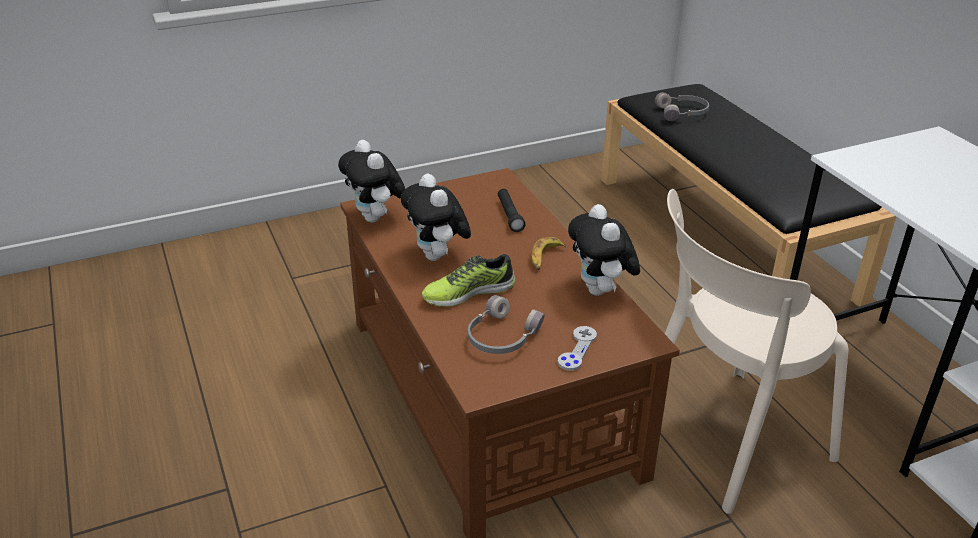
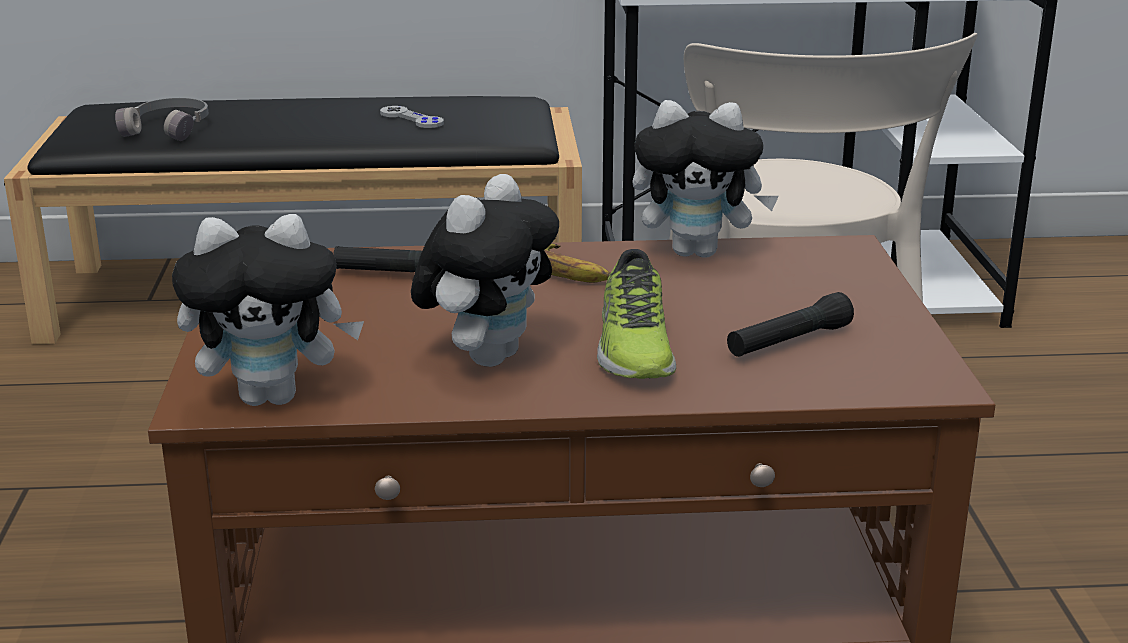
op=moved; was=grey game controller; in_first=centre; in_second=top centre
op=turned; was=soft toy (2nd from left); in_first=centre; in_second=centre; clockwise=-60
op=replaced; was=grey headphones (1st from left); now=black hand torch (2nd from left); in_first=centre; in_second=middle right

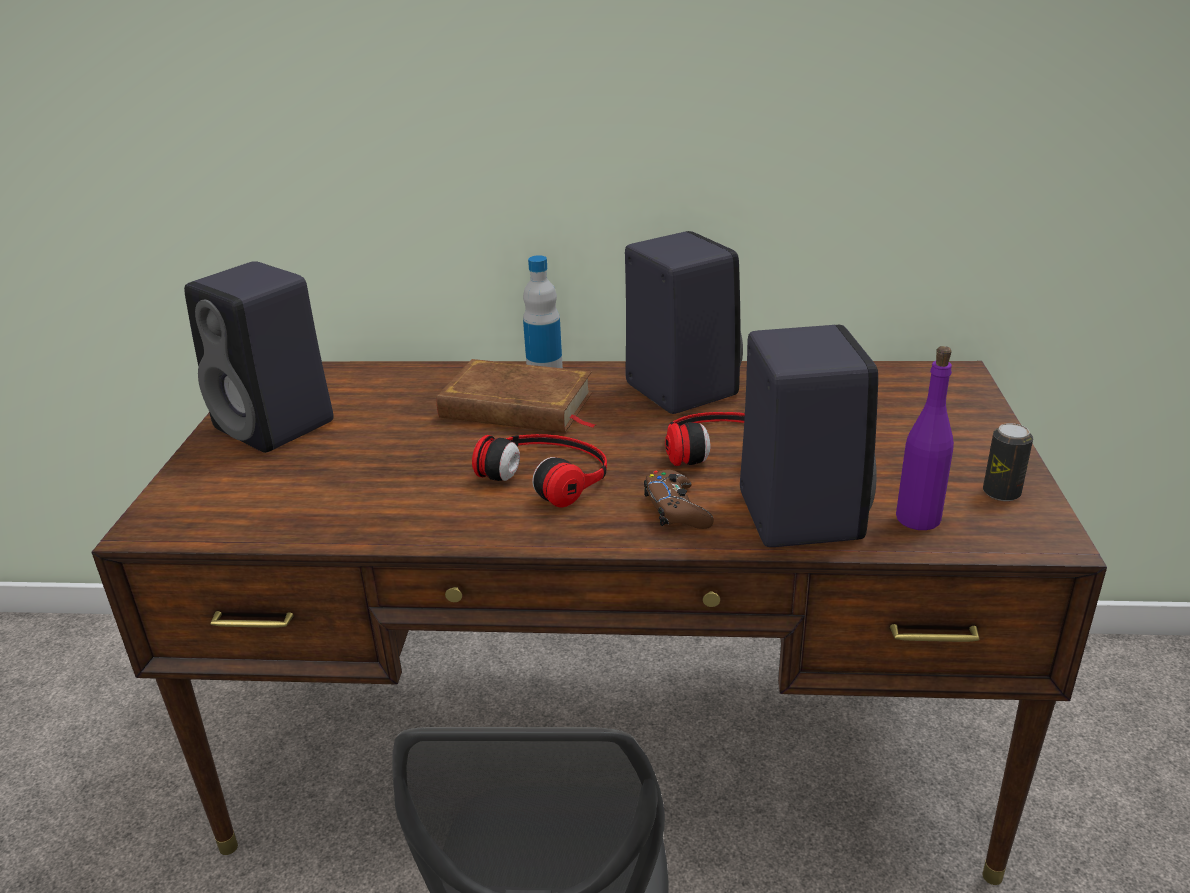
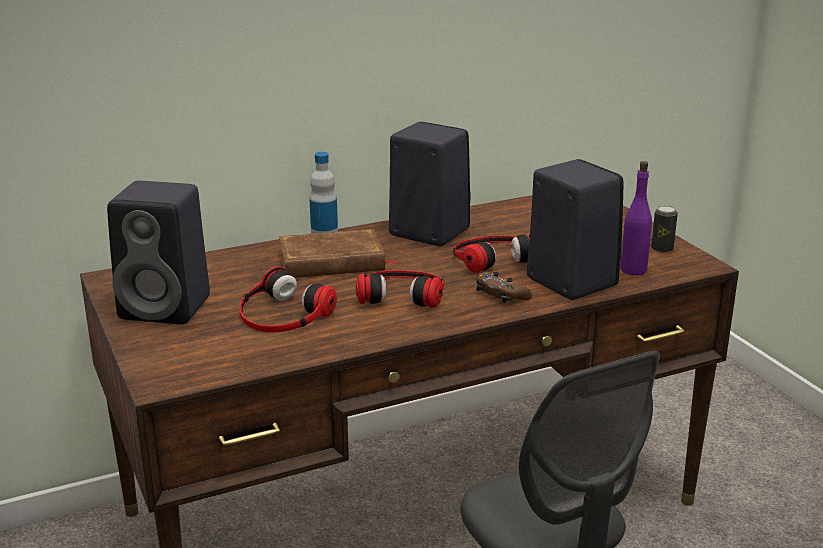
op=added; now=headphones (1st from left); in_second=centre

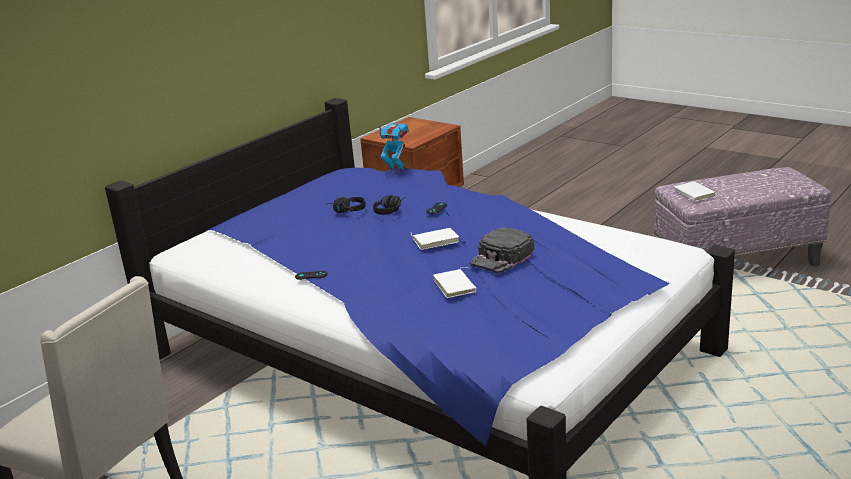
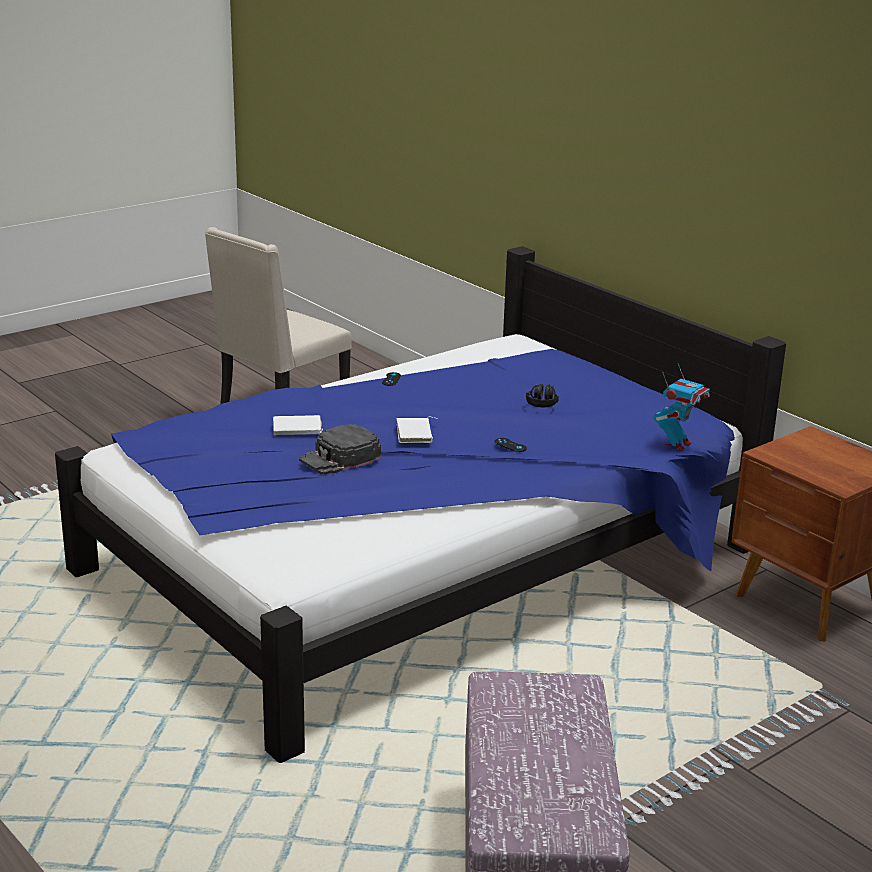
op=turned; was=black baseball cap; in_first=centre; in_second=centre; clockwise=-90
op=removed; was=black headphones (2nd from left); in_first=centre
op=removed; was=white-coloured book (3rd from left); in_first=middle right

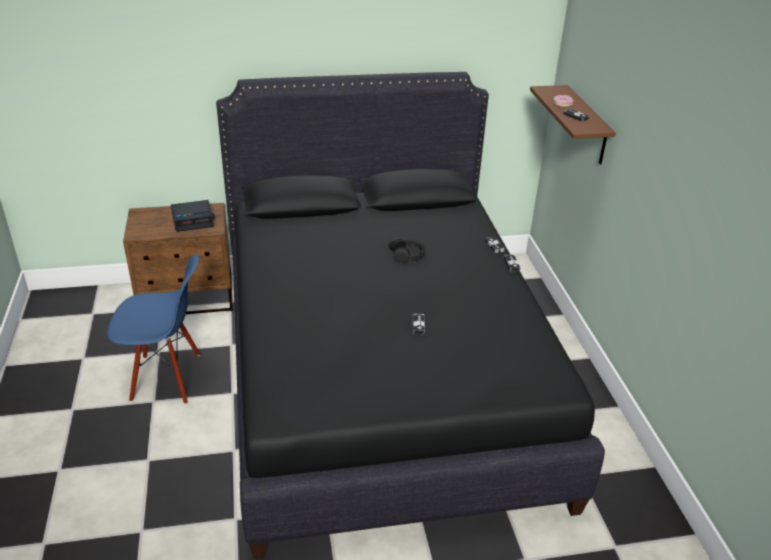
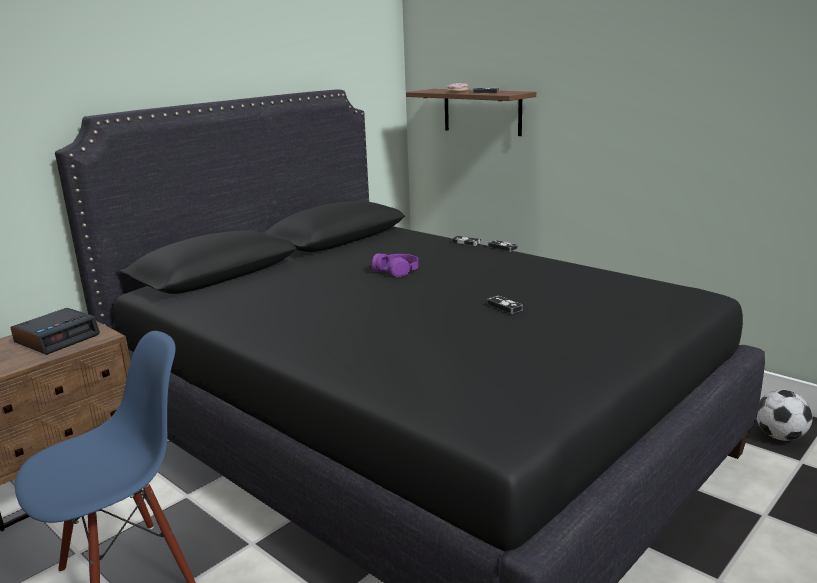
op=recoloured; was=black headphones; now=purple-coloured headphones; in_first=centre; in_second=centre
op=added; now=ball for football; in_second=bottom right

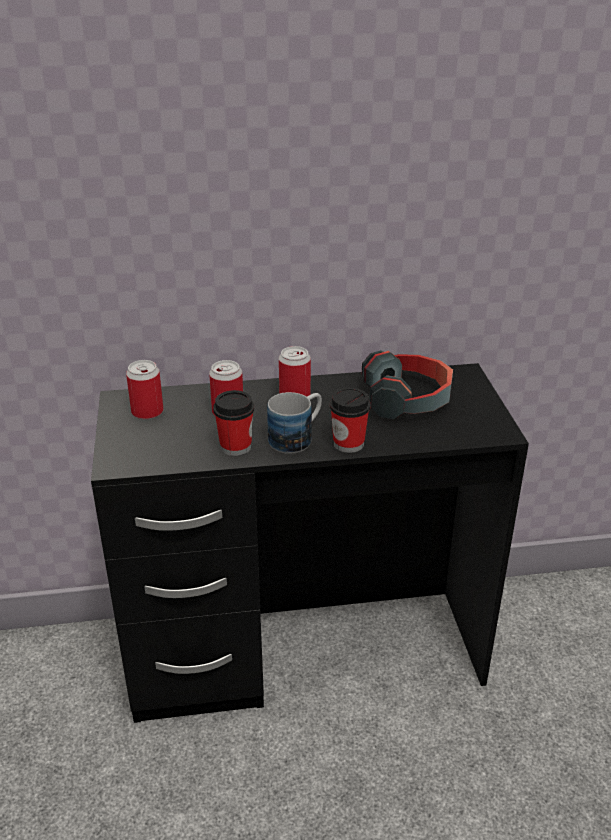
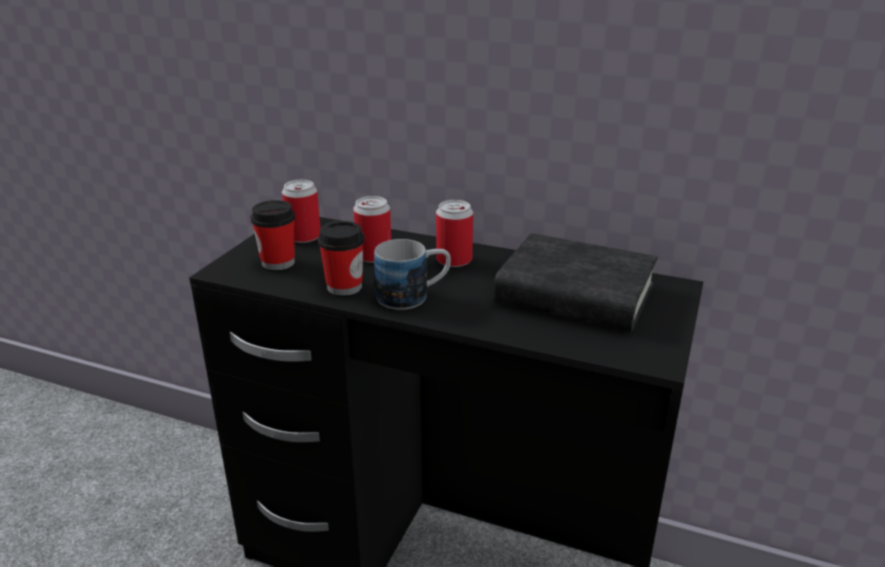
op=moved; was=drinking cup (2nd from left in the first image); now=drinking cup (1st from left); in_first=centre; in_second=middle left
op=replaced; was=headphones; now=black book; in_first=centre; in_second=centre

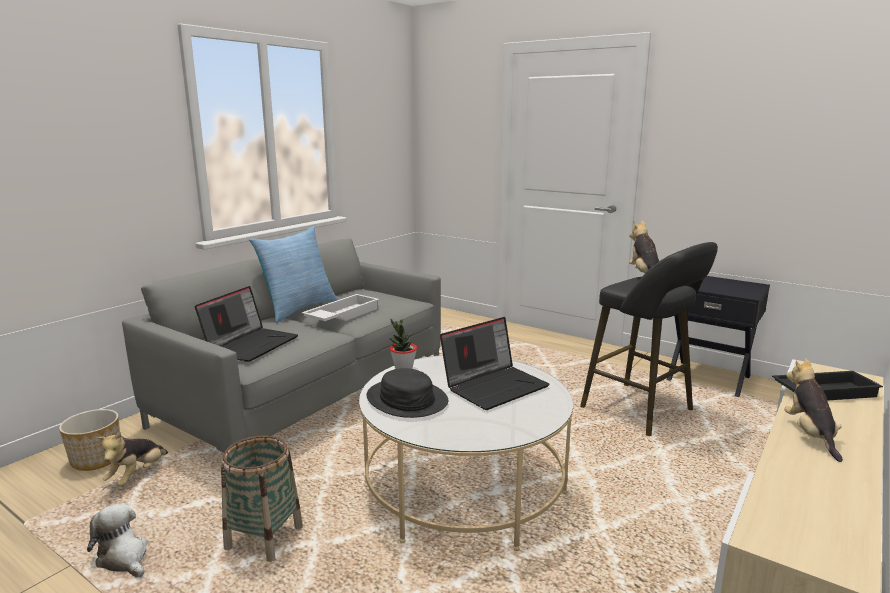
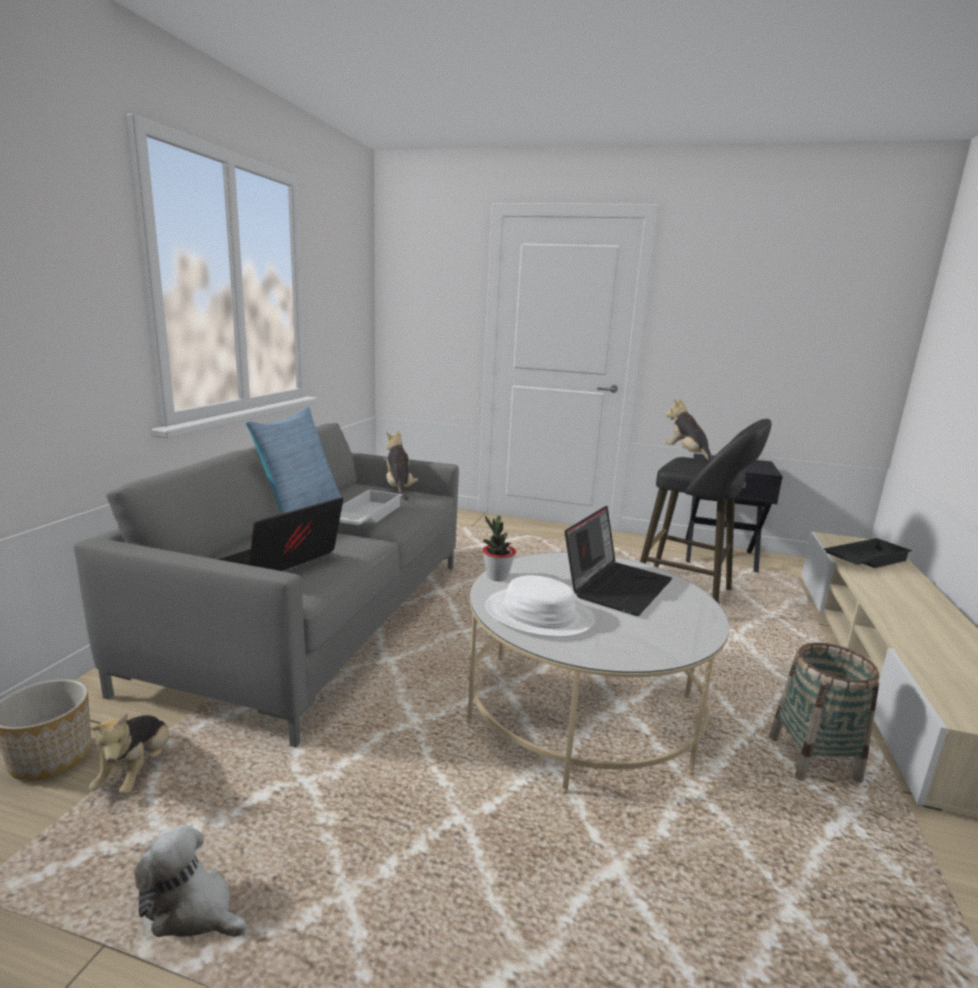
op=turned; was=notebook computer (1st from left); in_first=middle left; in_second=middle left; clockwise=-150
op=moved; was=soft toy (4th from left in the first image); now=soft toy (3rd from left); in_first=bottom right; in_second=centre
op=recoloured; was=black wearable hat; now=white-coloured wearable hat; in_first=centre; in_second=centre
op=moved; was=basket; in_first=bottom left; in_second=bottom right

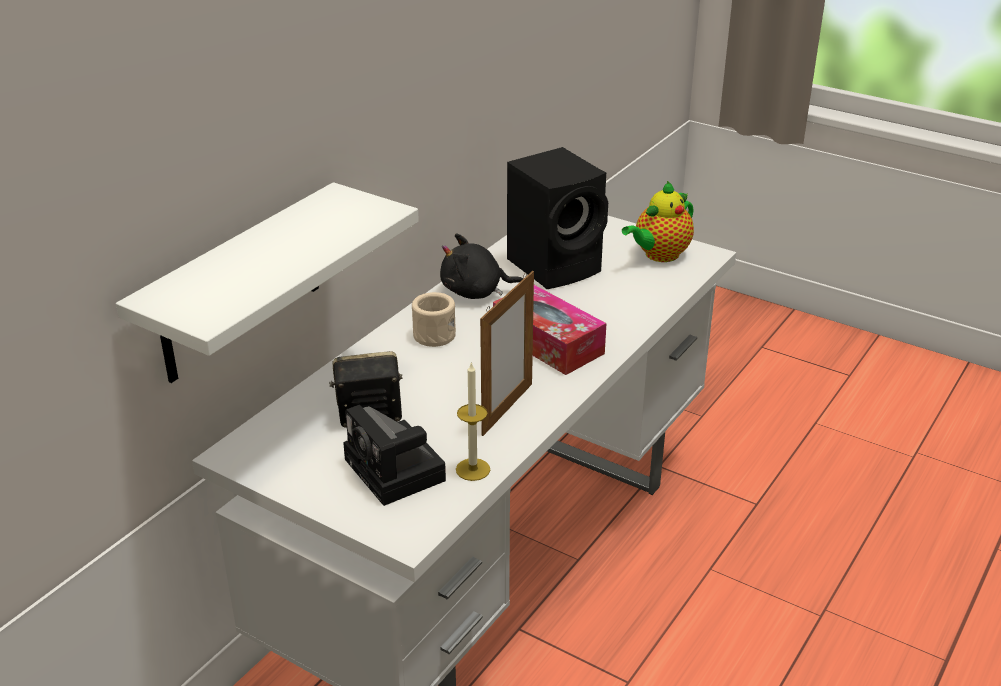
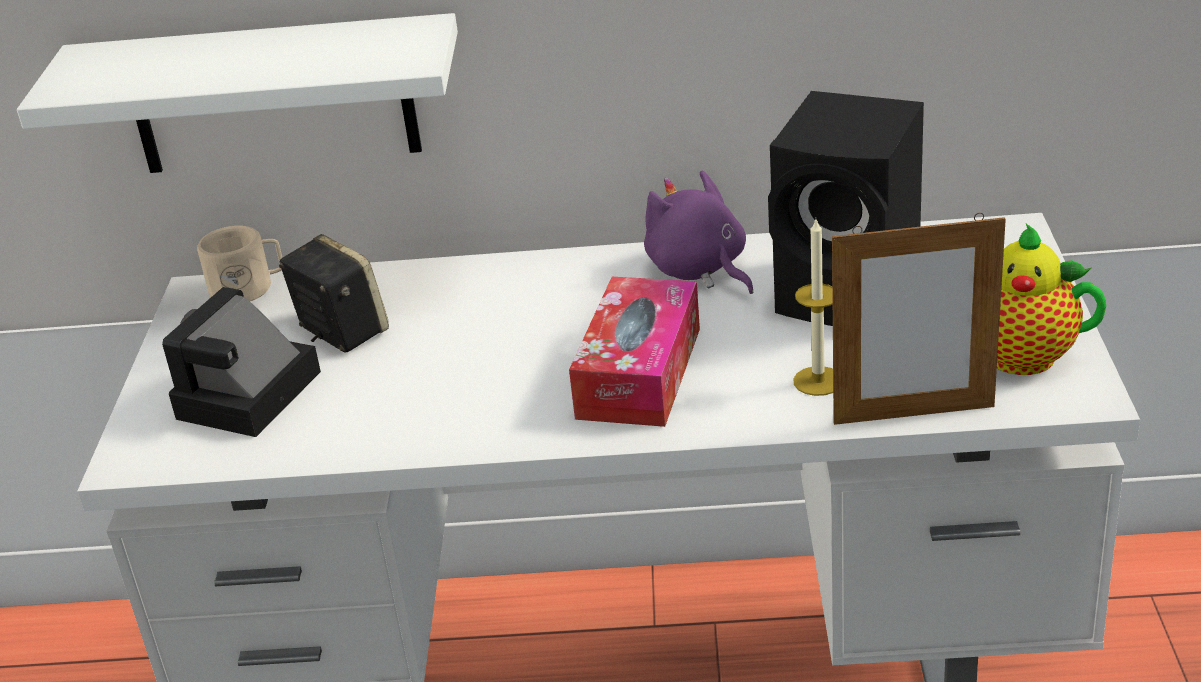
op=moved; was=beige mug; in_first=centre; in_second=middle left
op=recoloured; was=black soft toy; now=purple-coloured soft toy; in_first=centre; in_second=centre
op=moved; was=wax light; in_first=centre; in_second=middle right
op=moved; was=photo frame; in_first=centre; in_second=middle right

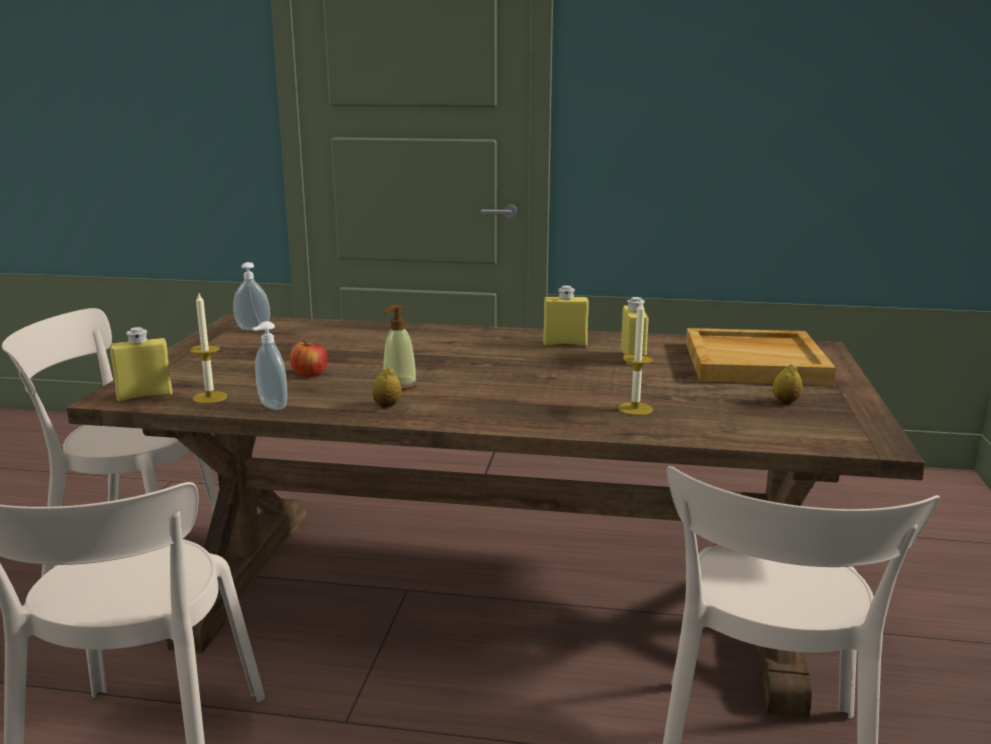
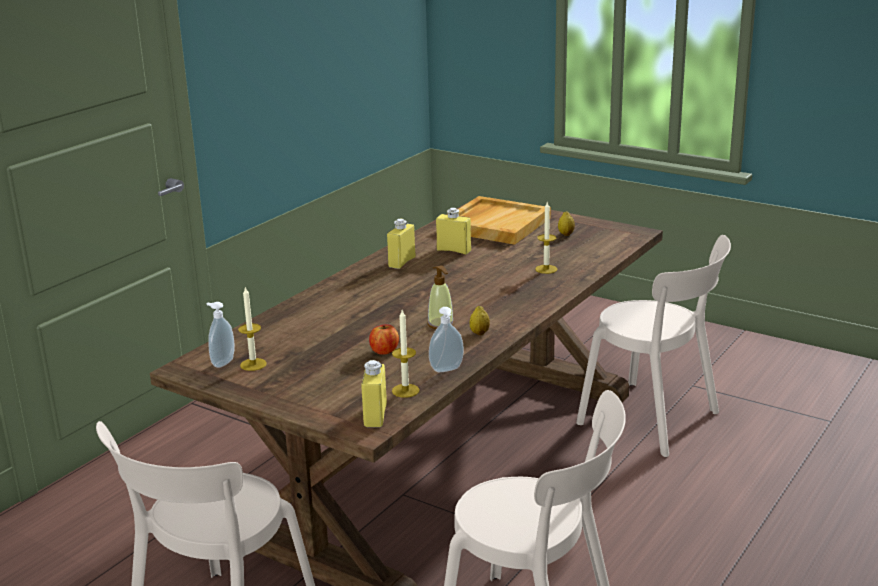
op=added; now=wax light (1st from left); in_second=middle left

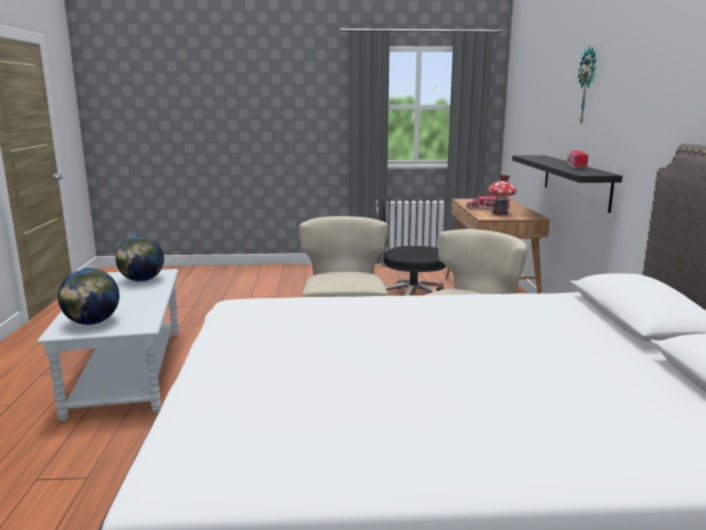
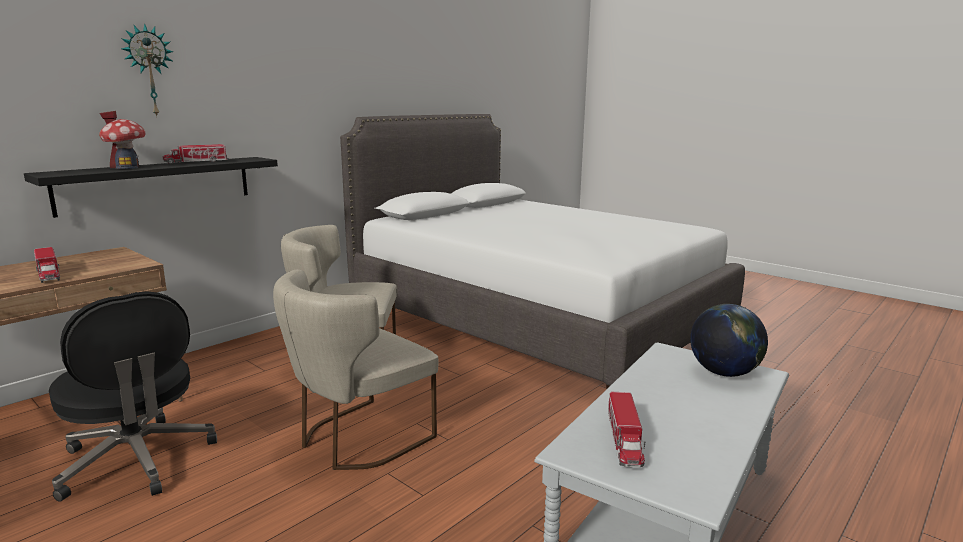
op=moved; was=model house; in_first=middle right; in_second=top left
op=replaced; was=globe (2nd from left); now=model truck (3rd from left); in_first=middle left; in_second=bottom centre

